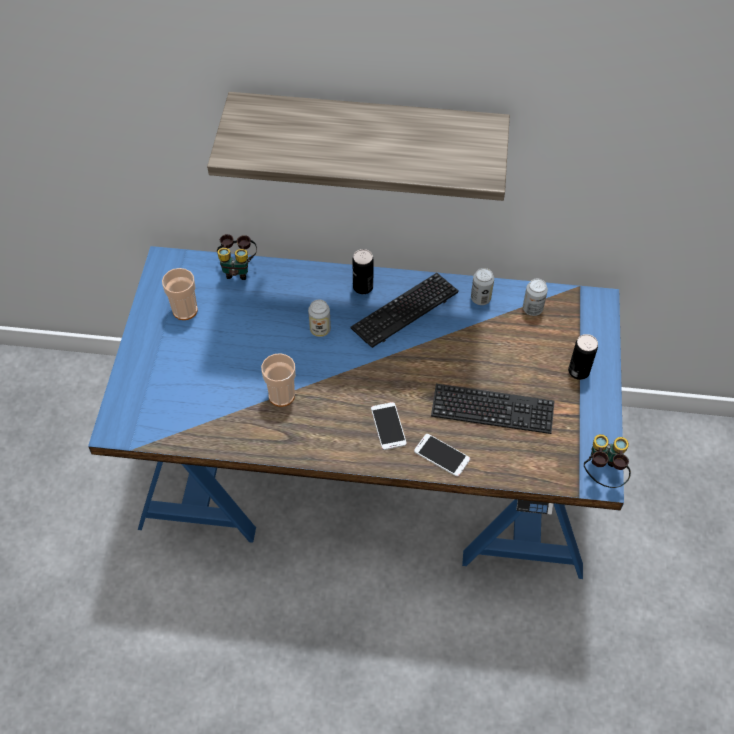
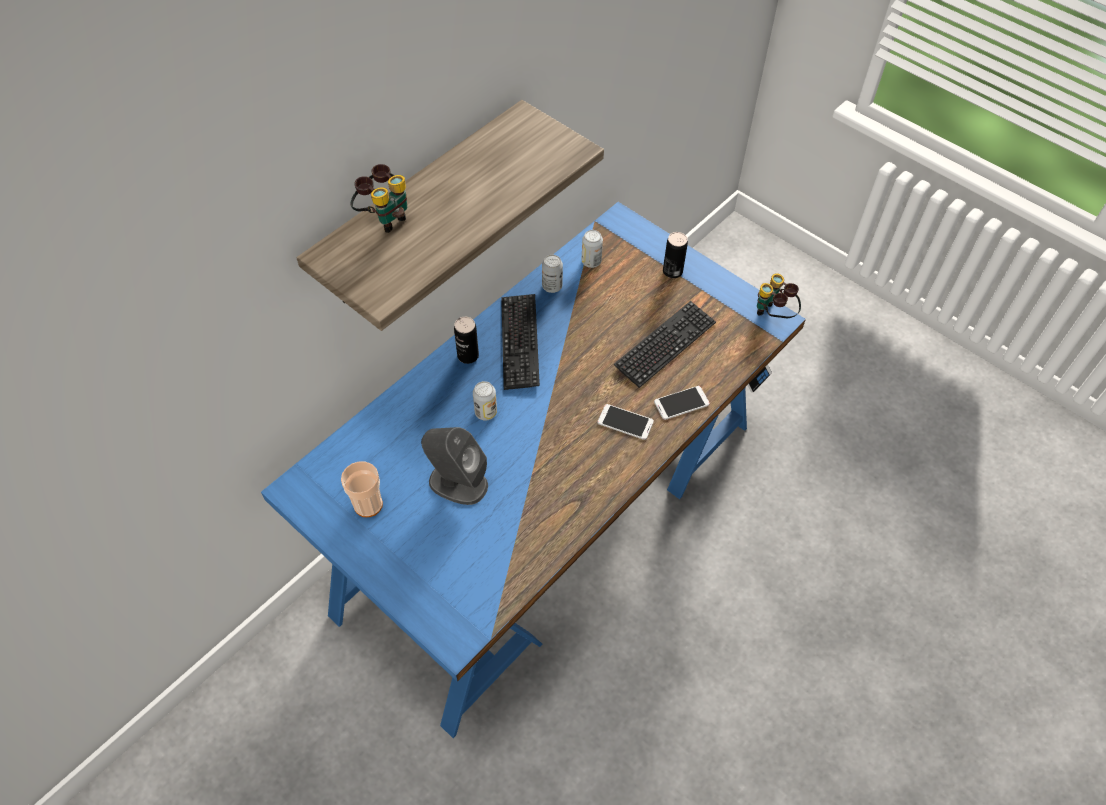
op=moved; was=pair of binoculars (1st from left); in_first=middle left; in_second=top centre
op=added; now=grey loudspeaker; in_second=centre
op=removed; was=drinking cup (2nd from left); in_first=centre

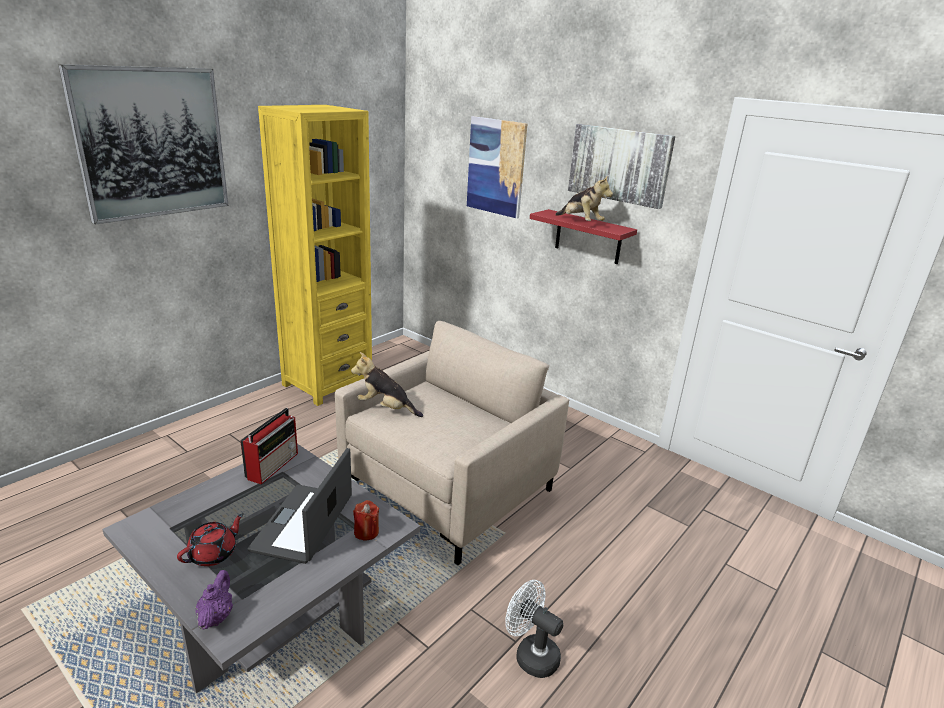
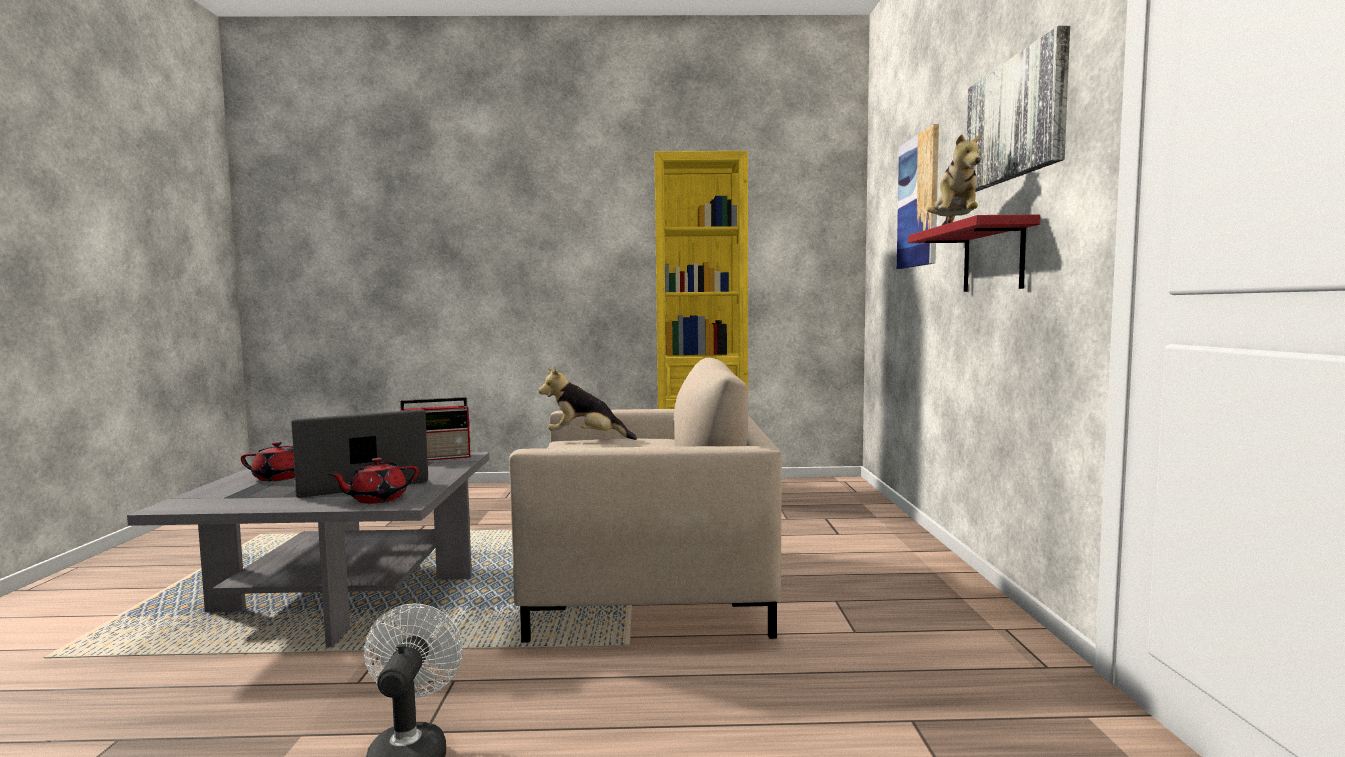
op=replaced; was=reddish wax light; now=reddish teapot (2nd from left); in_first=bottom centre; in_second=middle left
op=turned; was=soft toy (1st from left); in_first=centre; in_second=centre; clockwise=-60
op=removed; was=wall art (1st from left); in_first=top left
op=removed; was=purple-coloured teapot; in_first=bottom left

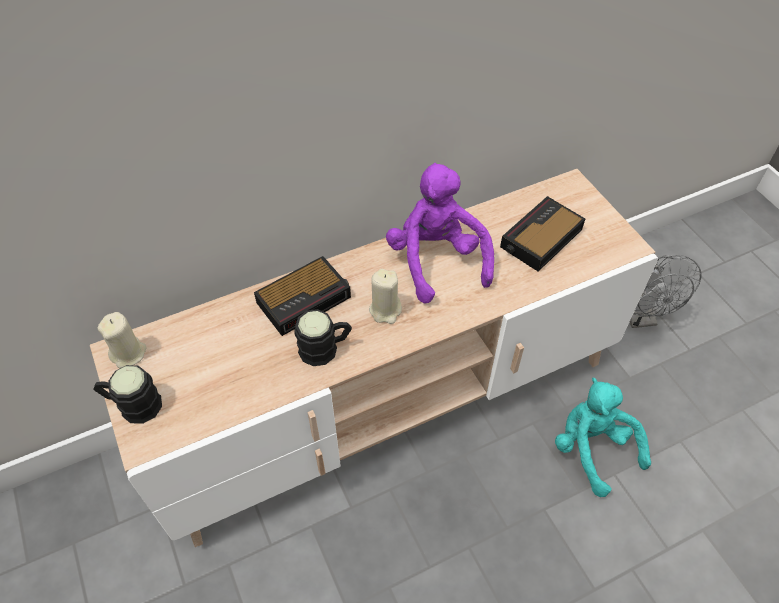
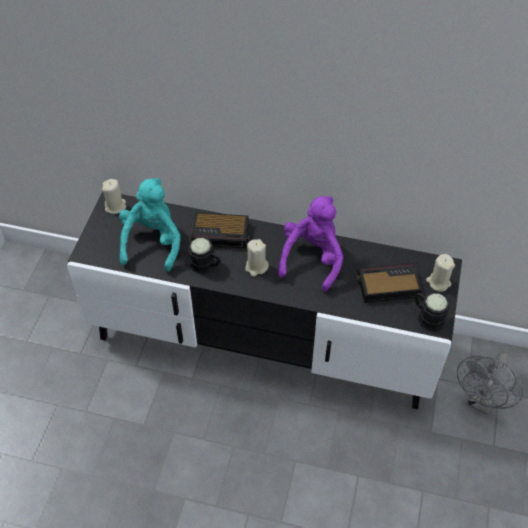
op=recoloured; was=beige tv unit; now=black tv unit; in_first=centre; in_second=centre
op=moved; was=turquoise-coloured soft toy; in_first=bottom right; in_second=middle left
op=moved; was=black mug (1st from left in the first image); now=black mug (2nd from left); in_first=middle left; in_second=middle right
op=added; now=beige wax light (3rd from left); in_second=middle right

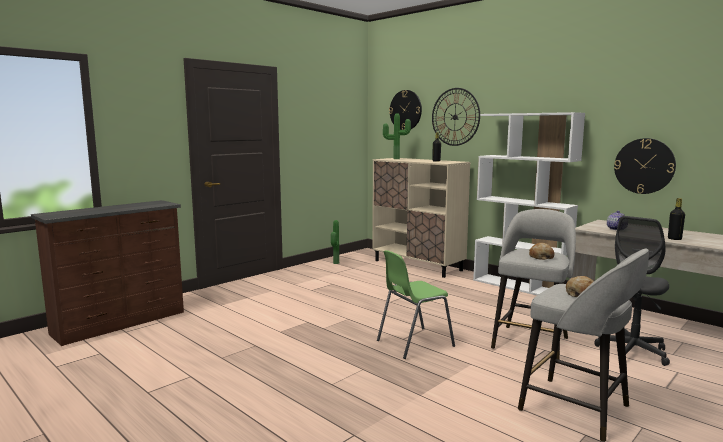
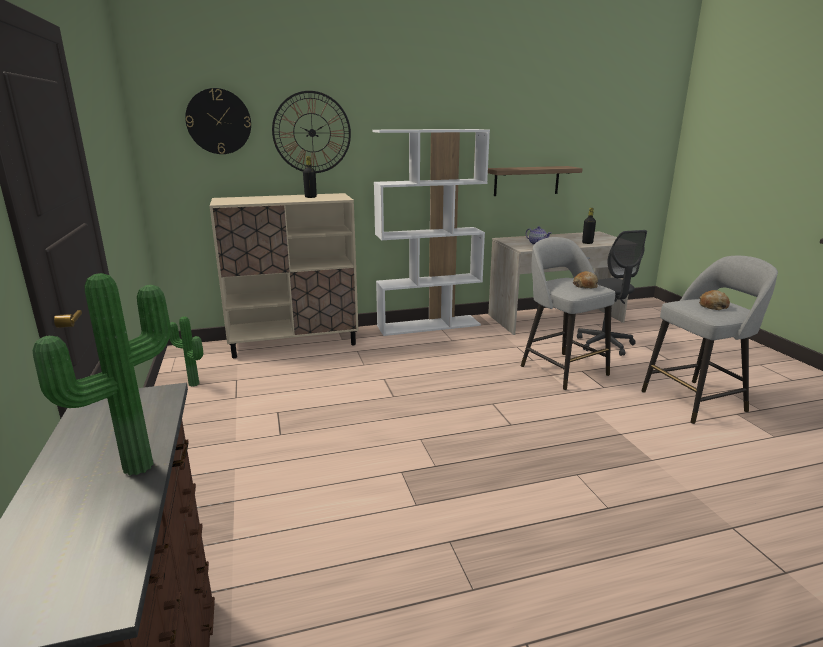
op=moved; was=houseplant (2nd from left in the first image); now=houseplant (1st from left); in_first=top centre; in_second=middle left
op=replaced; was=wall clock (3rd from left); now=shelf; in_first=middle right; in_second=top centre
op=removed; was=green-coloured plain chair; in_first=bottom centre

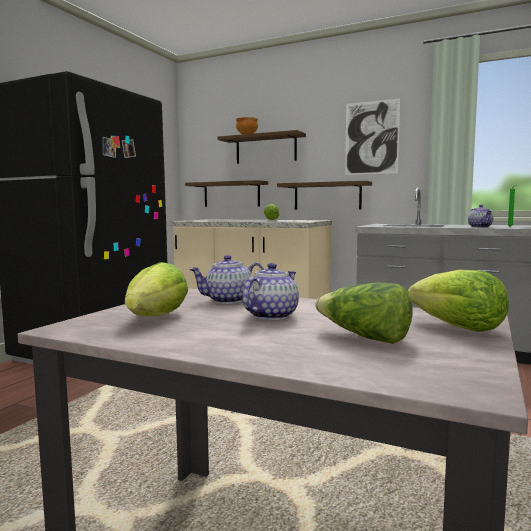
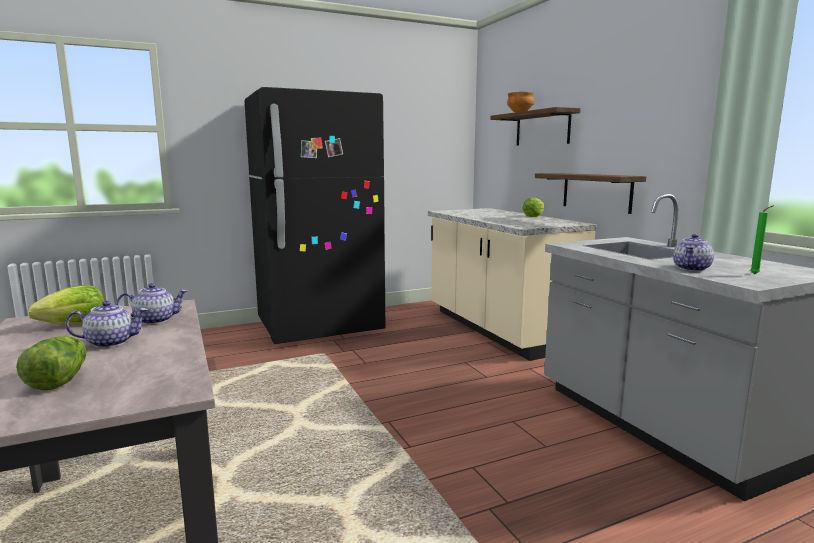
op=turned; was=teapot (1st from left in the first image); in_first=centre; in_second=middle left; clockwise=135
op=removed; was=shelf (1st from left); in_first=centre
op=removed; was=wall art; in_first=top right
op=removed; was=lettuce (4th from left); in_first=middle right

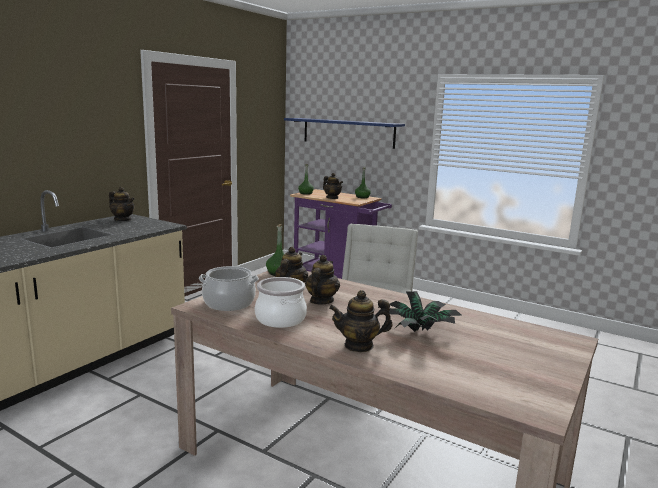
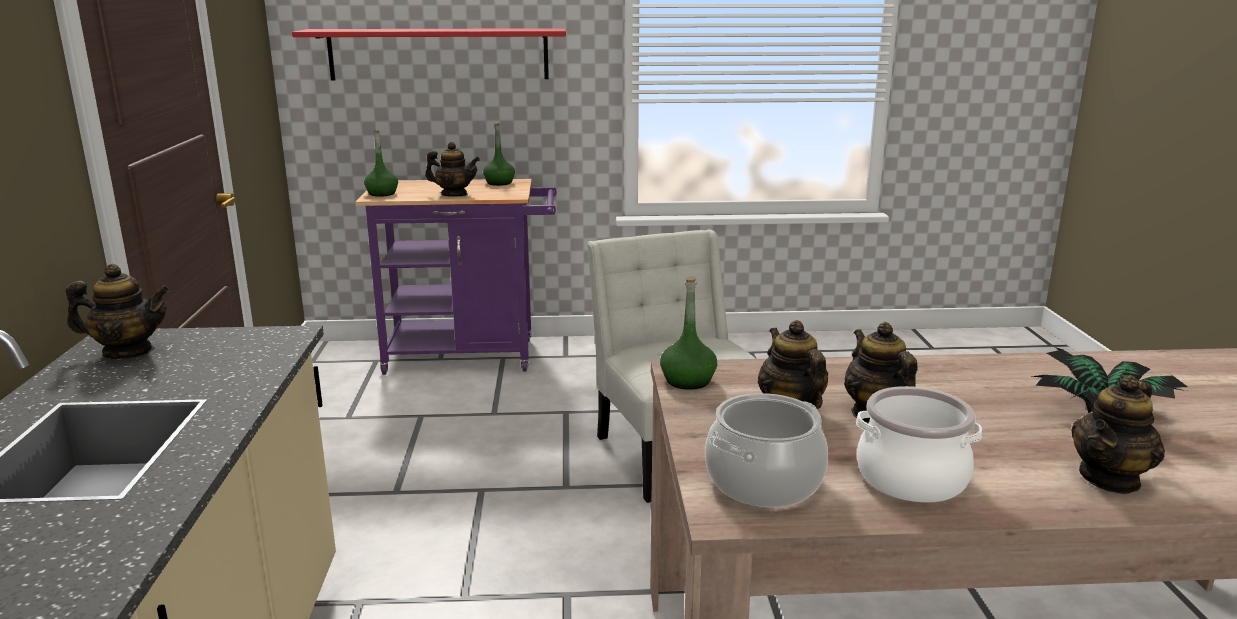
op=recoloured; was=blue shelf; now=reddish shelf; in_first=top centre; in_second=top centre

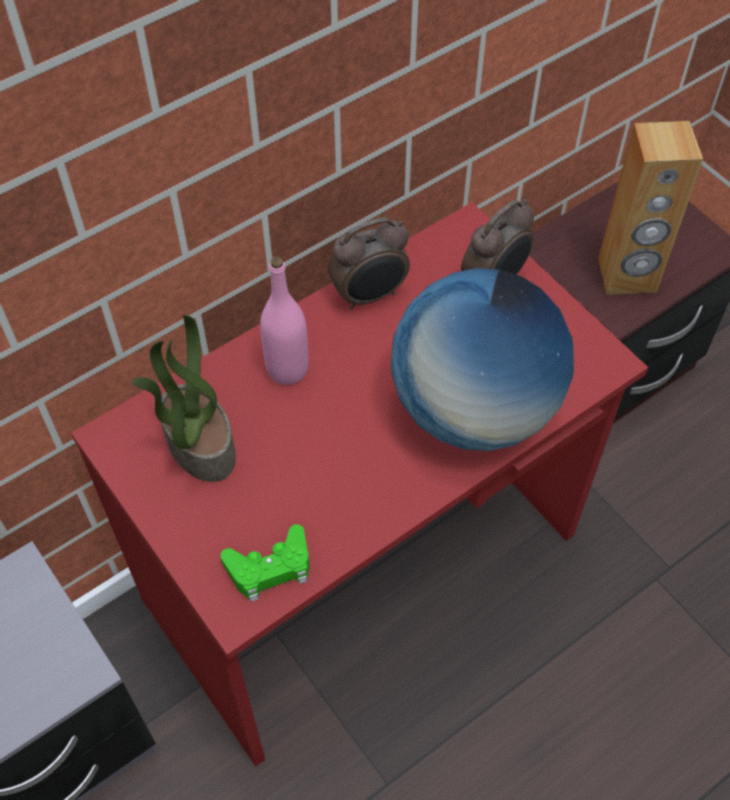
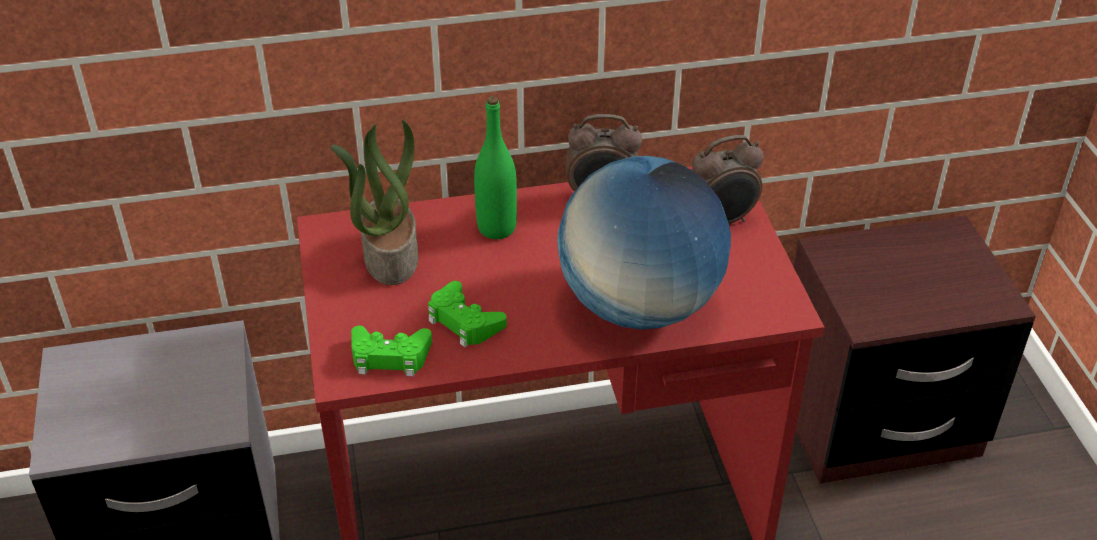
op=added; now=green-coloured game controller (2nd from left); in_second=centre
op=recoloured; was=pink bottle; now=green-coloured bottle; in_first=centre; in_second=top centre
op=removed; was=brown loudspeaker; in_first=top right

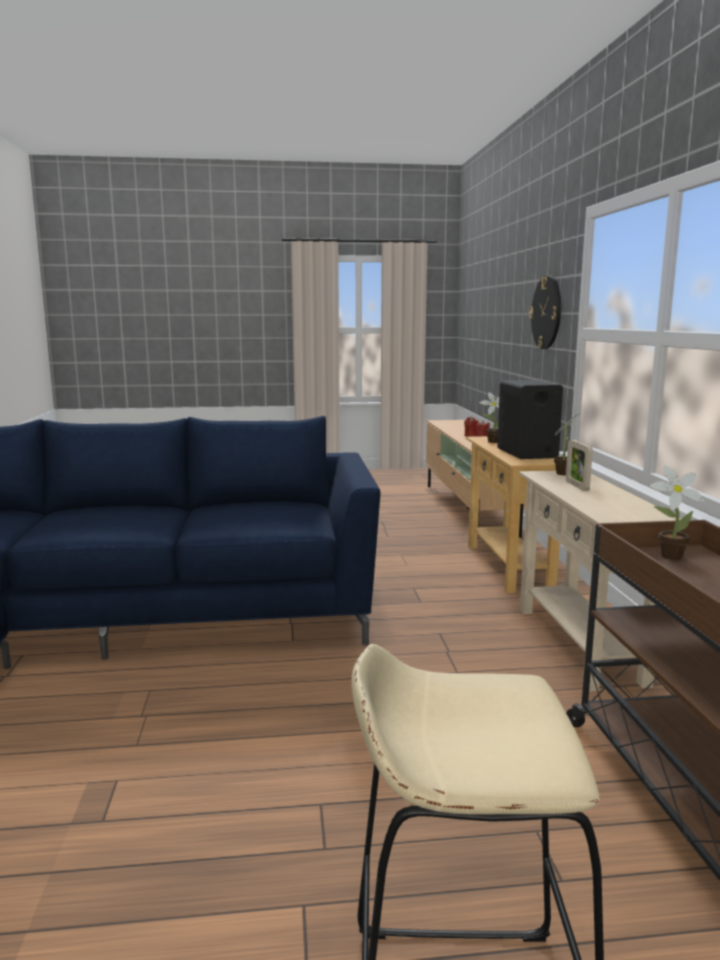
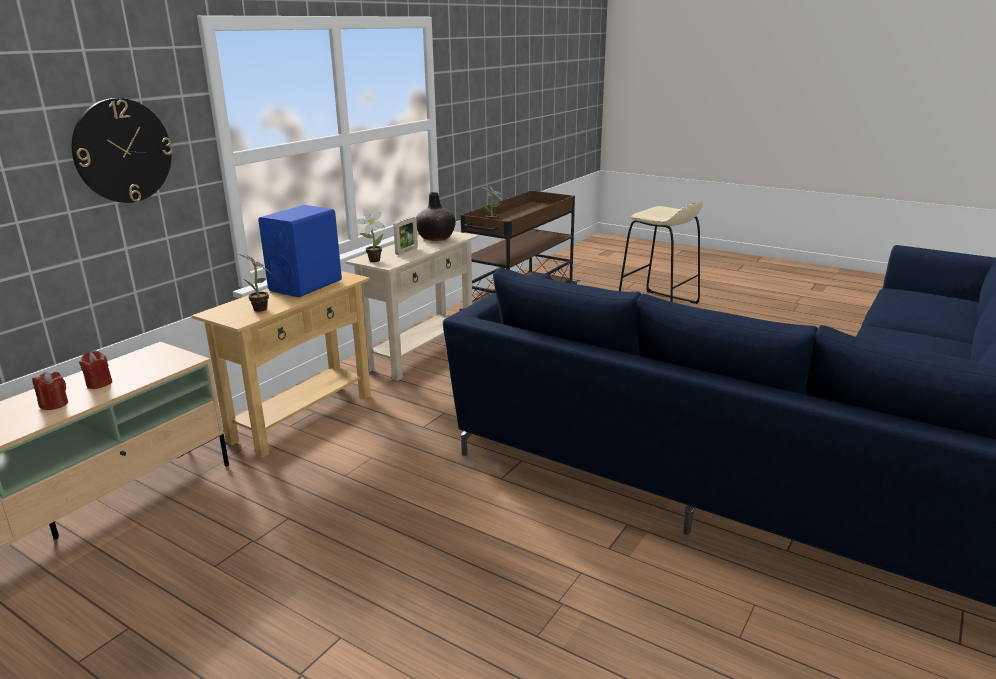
op=recoloured; was=black loudspeaker; now=blue loudspeaker; in_first=middle right; in_second=middle left
op=added; now=vase; in_second=top centre

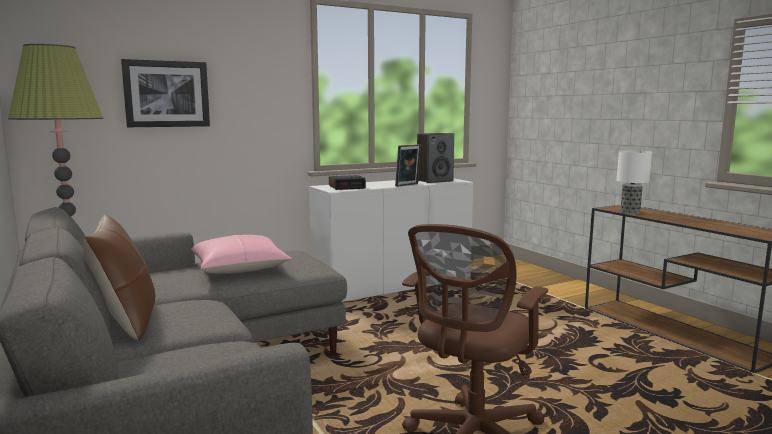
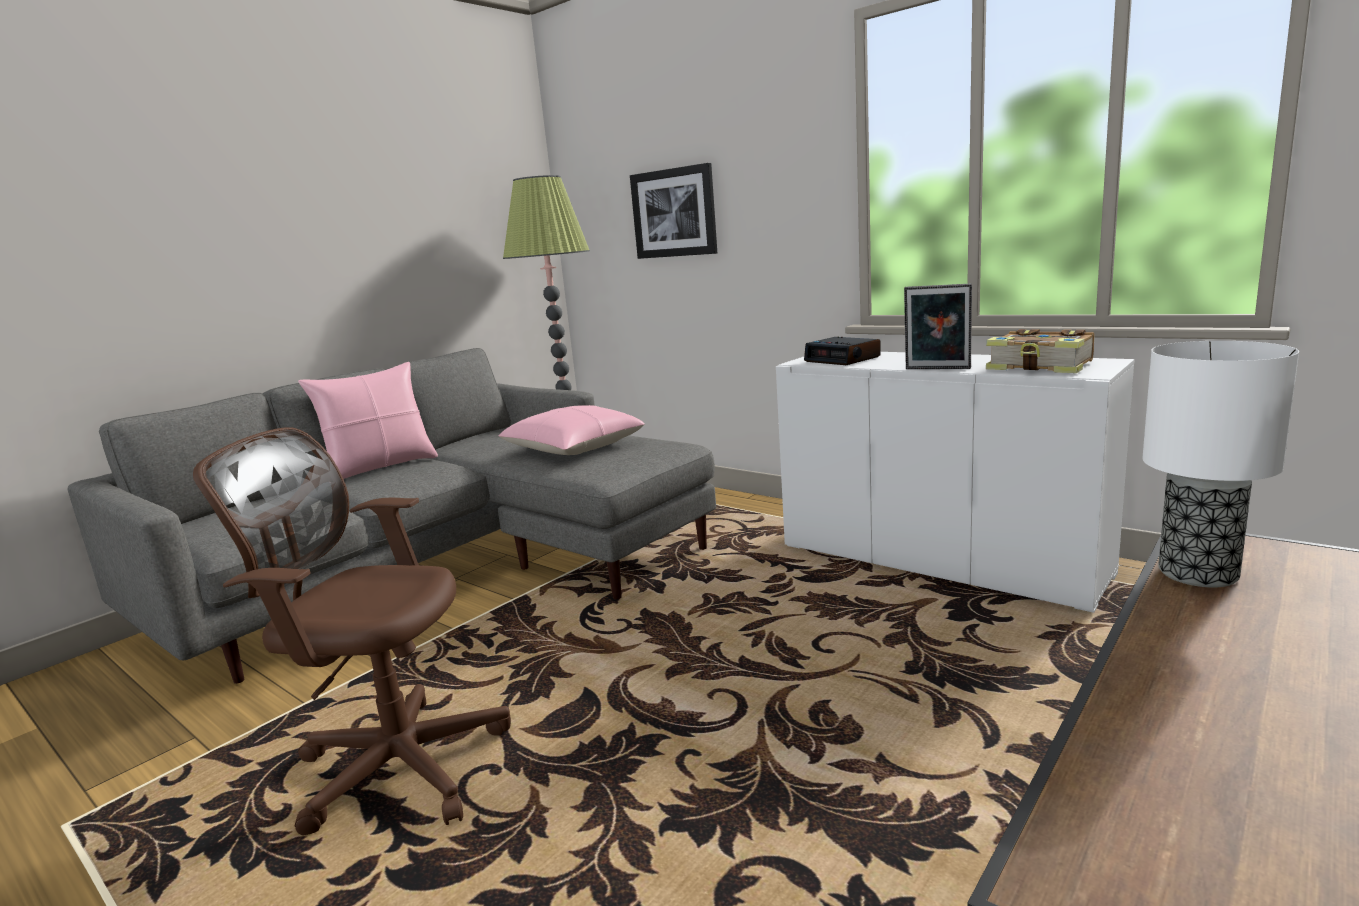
op=recoloured; was=brown cushion; now=pink cushion (1st from left); in_first=middle left; in_second=middle left
op=replaced; was=loudspeaker; now=book; in_first=centre; in_second=middle right

